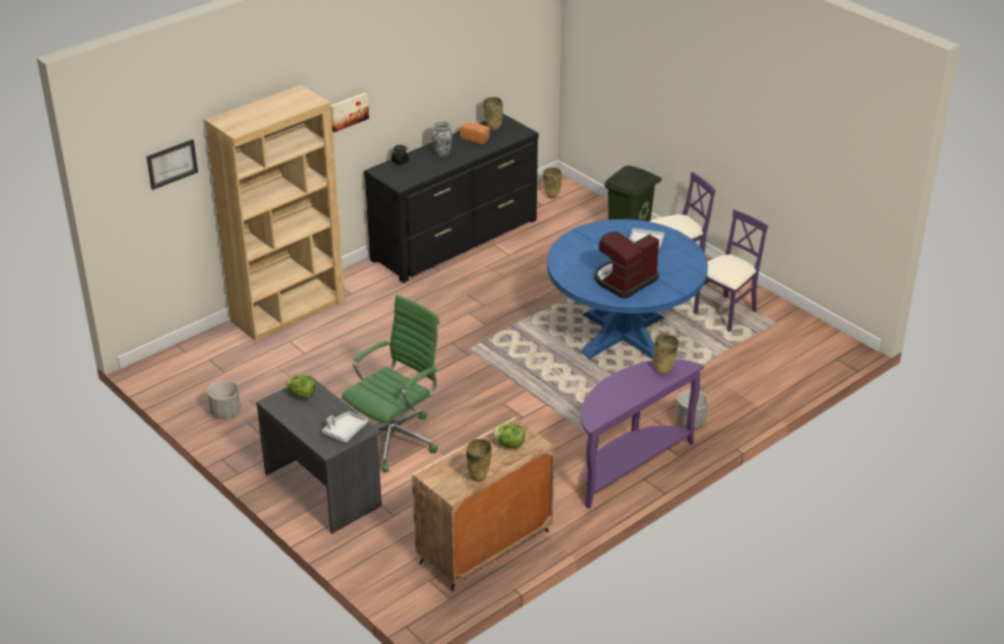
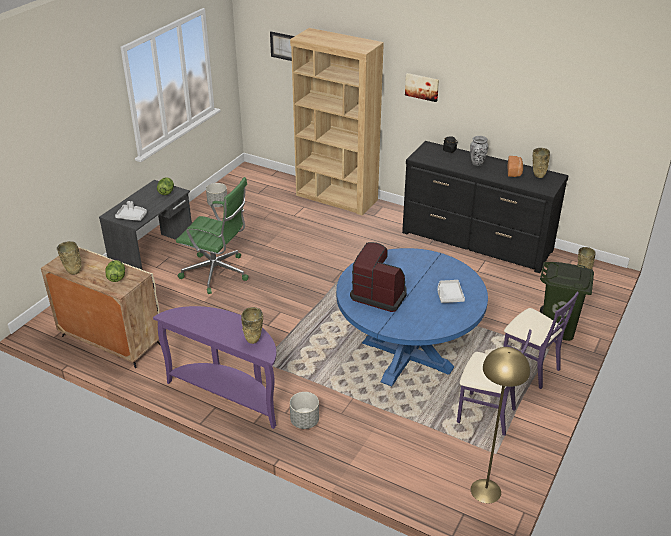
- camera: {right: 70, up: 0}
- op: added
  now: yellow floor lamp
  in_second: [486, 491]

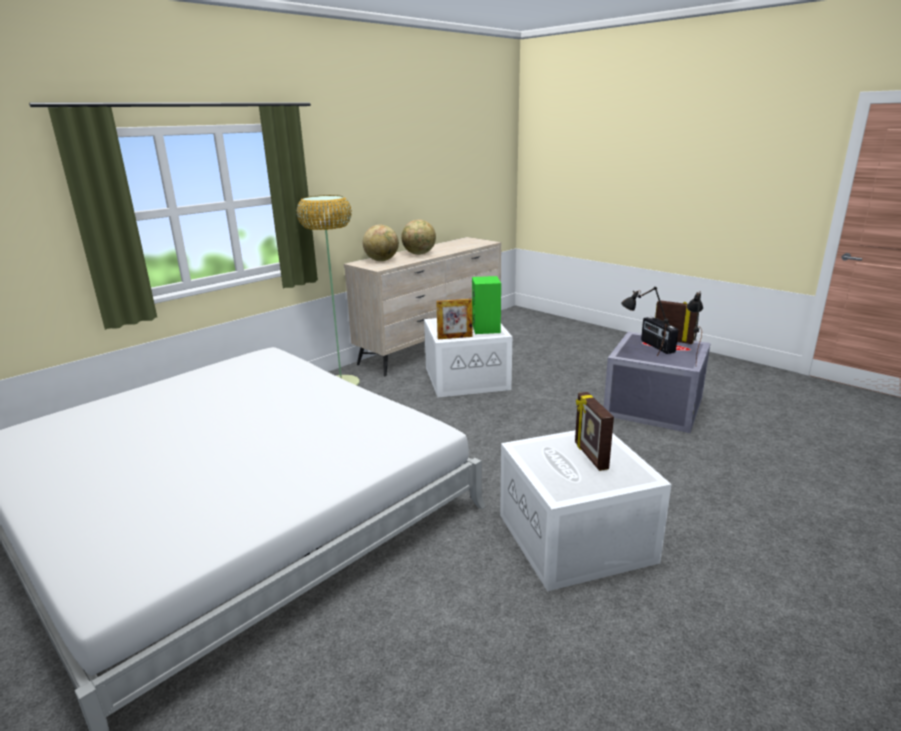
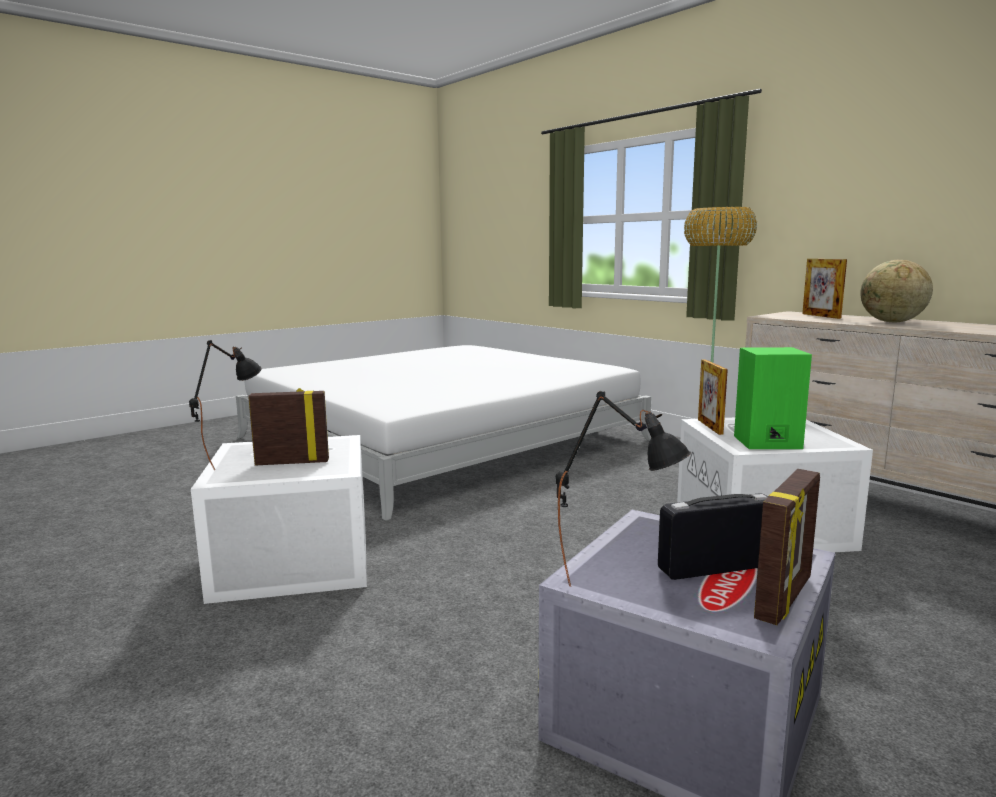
- camera: {right: 95, up: -10}
- op: moved
  was: black table lamp
  in_first: [639, 355]
  in_second: [232, 461]
- op: replaced
  was: globe
  now: picture frame
  in_first: [382, 260]
  in_second: [821, 316]

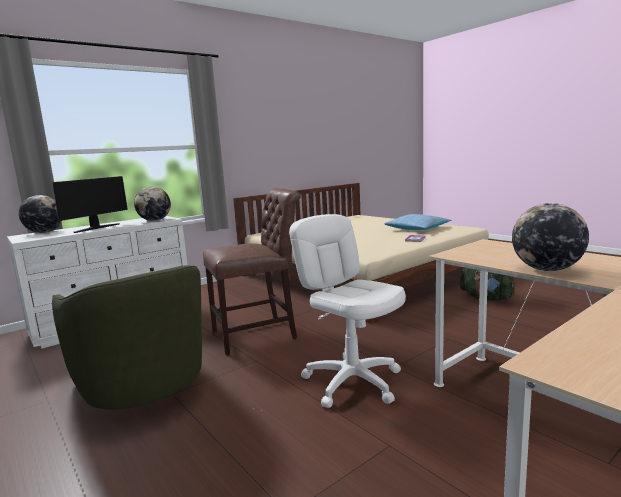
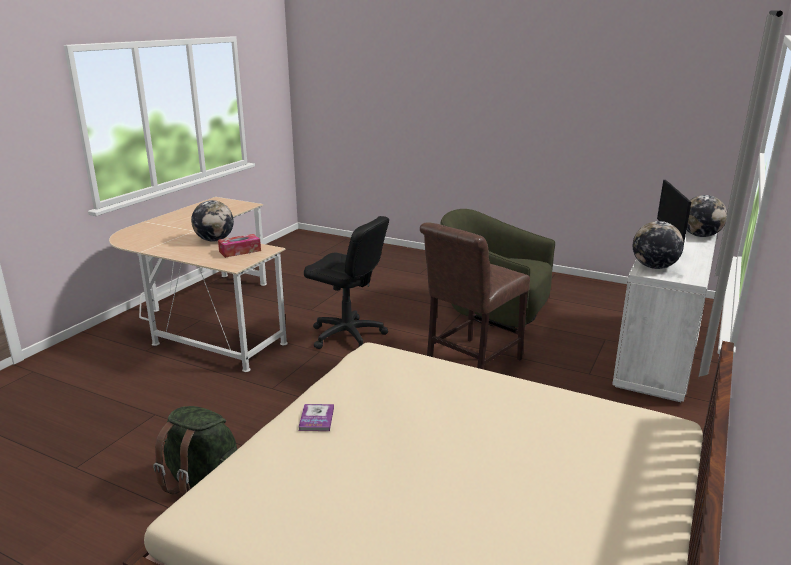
- camera: {right: 155, up: 10}
- op: removed
  was: pillow
  in_first: [417, 229]
- op: added
  now: tissue box
  in_second: [240, 251]
- op: recoloured
  was: white office chair
  now: black office chair
  in_first: [352, 381]
  in_second: [347, 336]

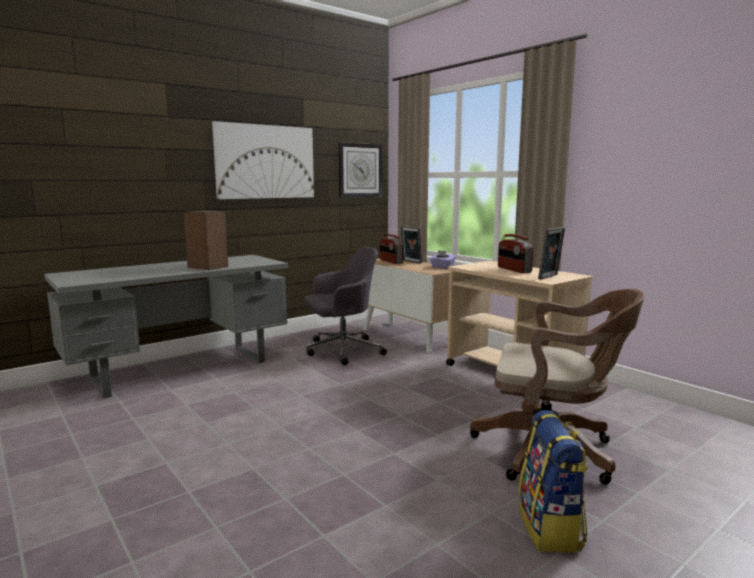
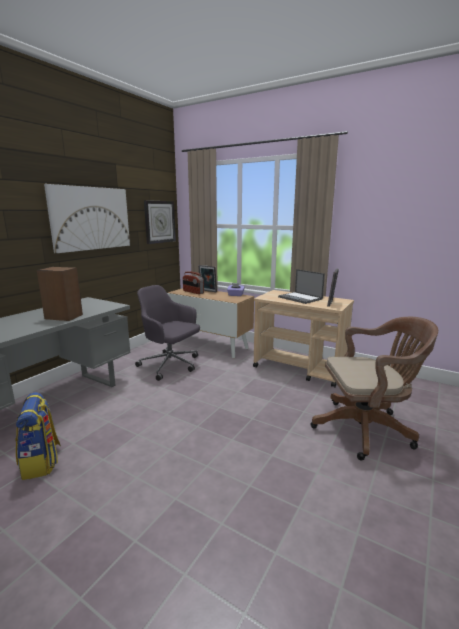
- camera: {right: -20, up: 5}
- op: moved
  was: backpack
  in_first: [551, 528]
  in_second: [41, 462]
- op: replaced
  was: radio
  now: laptop
  in_first: [513, 270]
  in_second: [300, 298]
- op: turned
  was: grey office chair
  in_first: [342, 350]
  in_second: [170, 365]
  clockwise: -105

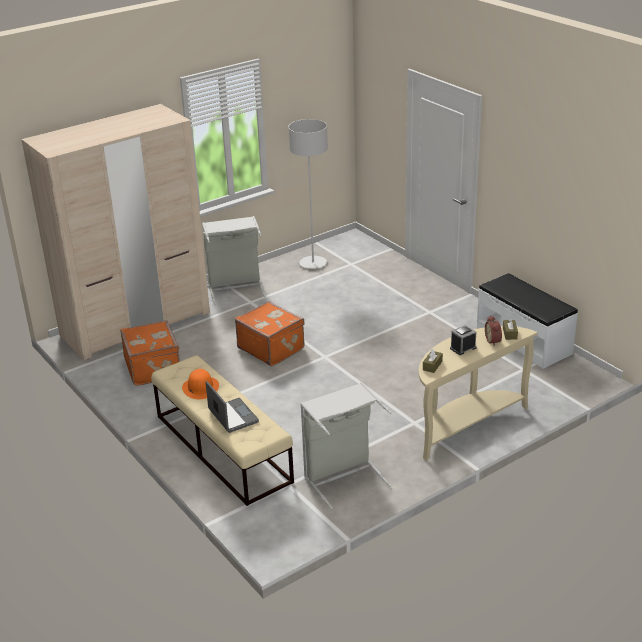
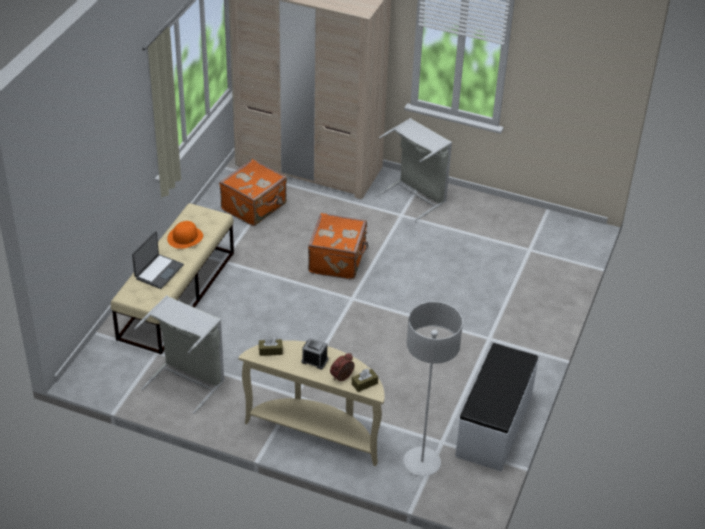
- camera: {right: 55, up: 10}
- op: moved
  was: grey floor lamp
  in_first: [313, 263]
  in_second: [422, 463]

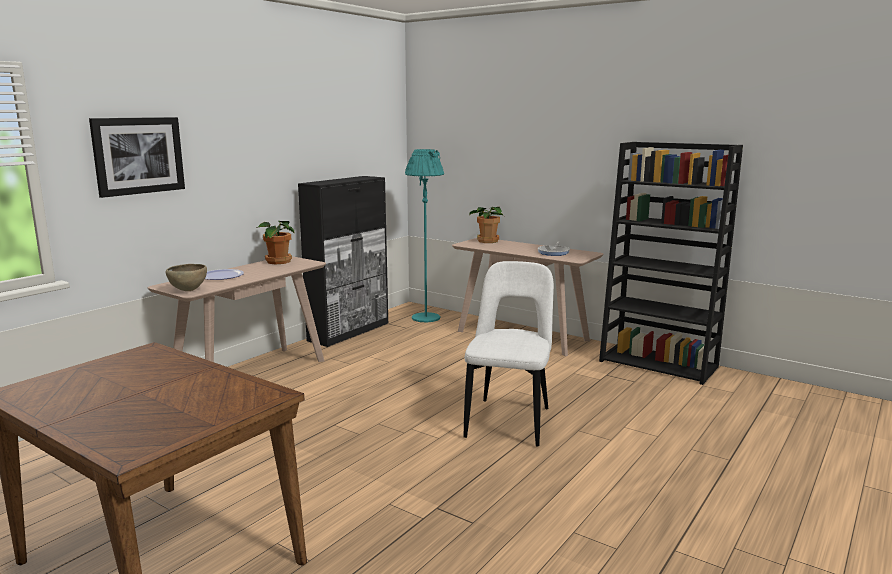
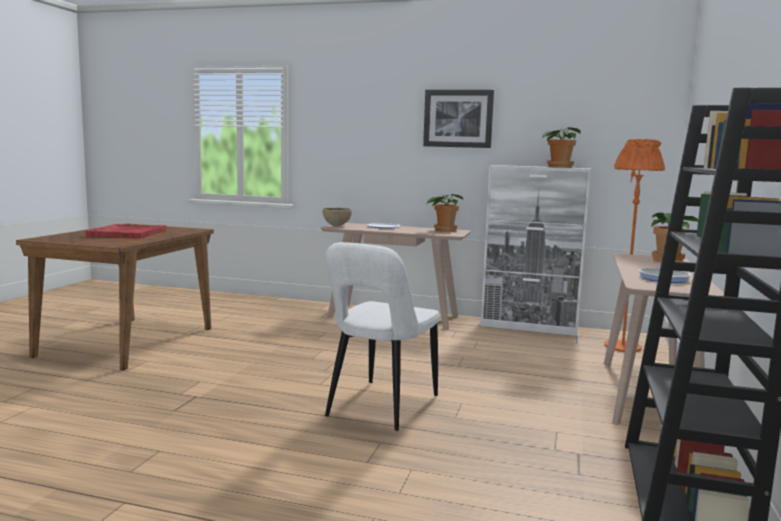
- camera: {right: 70, up: -5}
- op: added
  now: red tray
  in_second: [127, 233]
- op: added
  now: potted plant
  in_second: [558, 167]
- op: moved
  was: picture
  in_first: [138, 155]
  in_second: [458, 118]
- op: recoloured
  was: black cabinet
  now: white cabinet
  in_first: [349, 331]
  in_second: [529, 327]
- op: recoloured
  was: turquoise floor lamp
  now: orange floor lamp
  in_first: [425, 318]
  in_second: [622, 346]
- op: turned
  was: white chair
  in_first: [509, 420]
  in_second: [380, 407]
  clockwise: 120

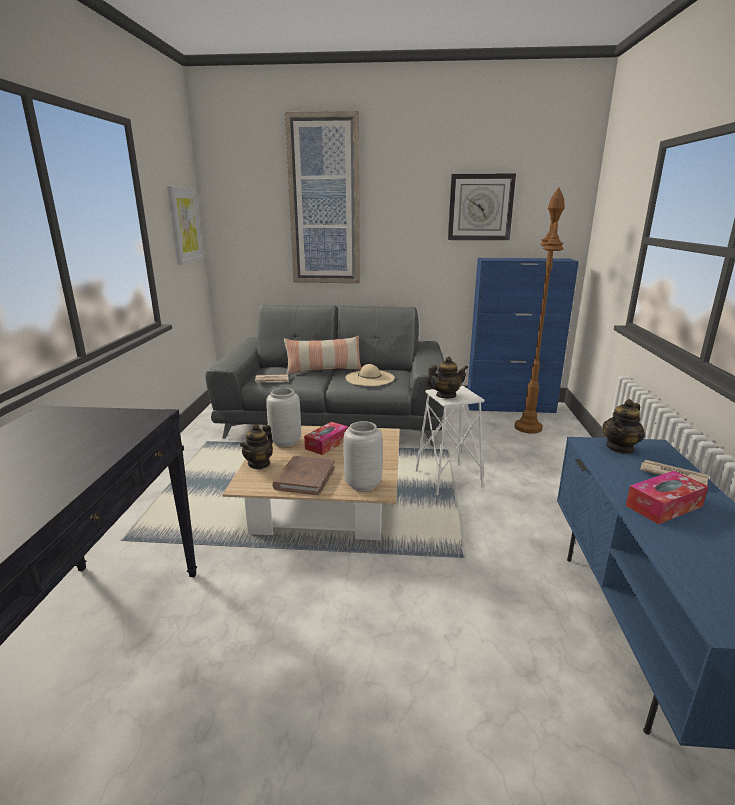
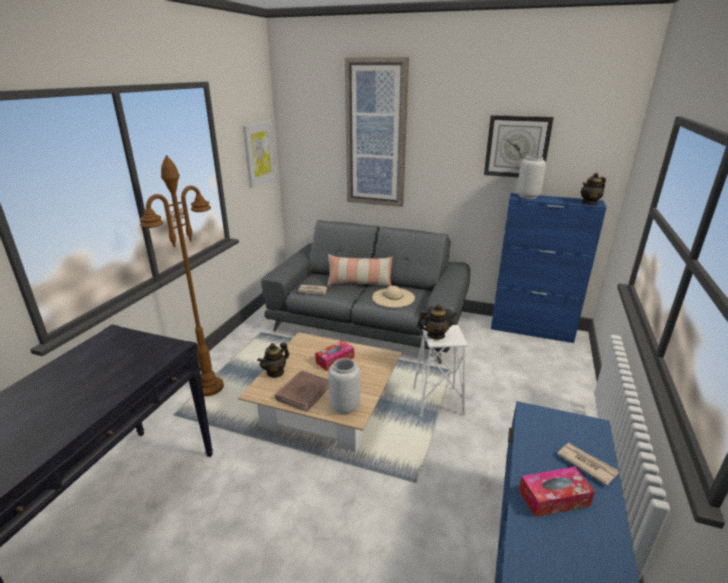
- camera: {right: 15, up: 5}
- op: moved
  was: grey vase
  in_first: [286, 442]
  in_second: [528, 197]
- op: moved
  was: brown floor lamp
  in_first: [528, 428]
  in_second: [209, 388]
- op: moved
  was: teapot
  in_first: [620, 448]
  in_second: [590, 203]

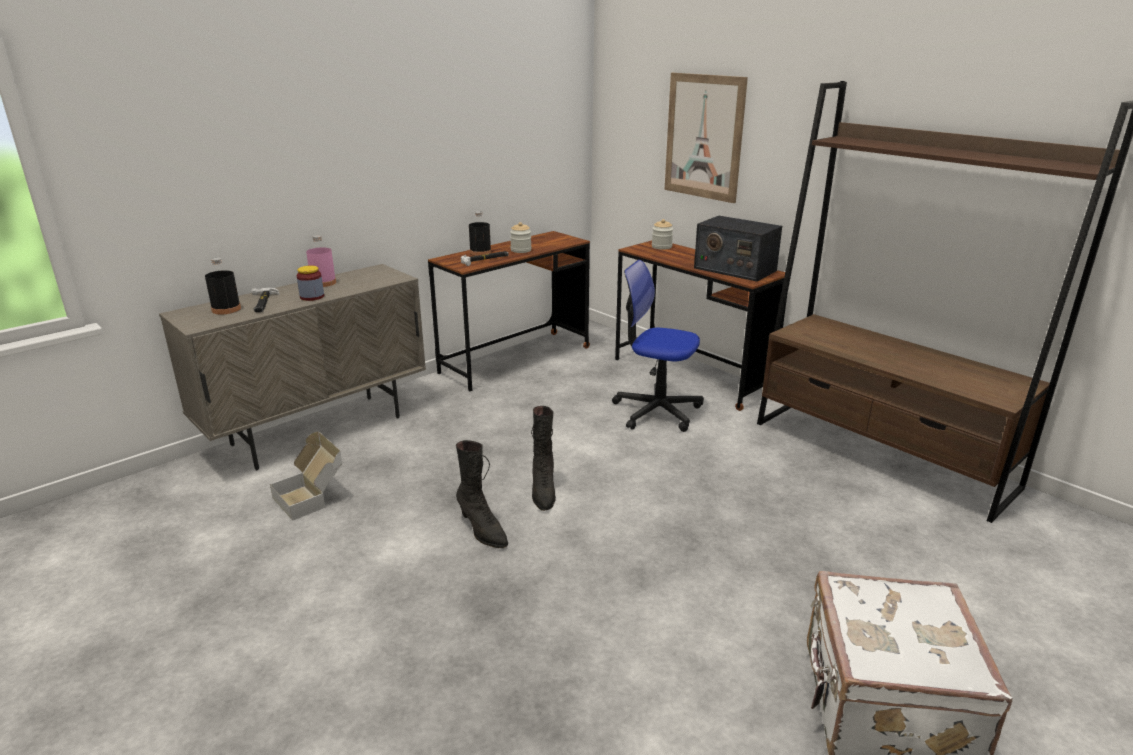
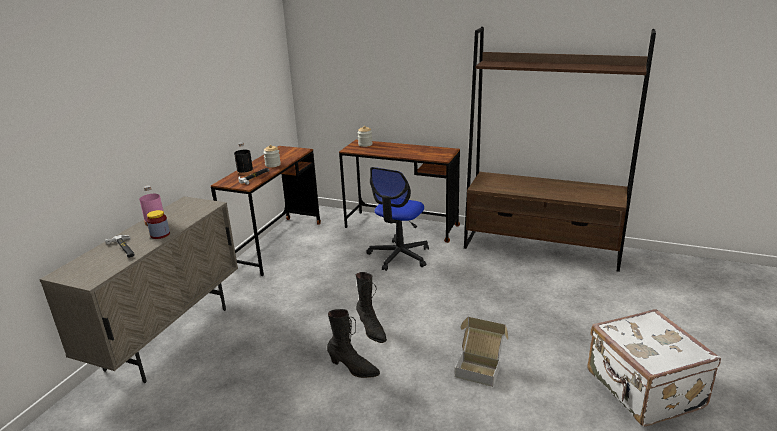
- camera: {right: -25, up: 0}
- op: removed
  was: black bottle
  in_first: [226, 309]
- op: removed
  was: picture
  in_first: [704, 137]
- op: removed
  was: radio
  in_first: [734, 269]
- op: moved
  was: cardboard box
  in_first: [312, 497]
  in_second: [480, 367]
- op: turned
  was: office chair
  in_first: [656, 411]
  in_second: [399, 256]
  clockwise: -60

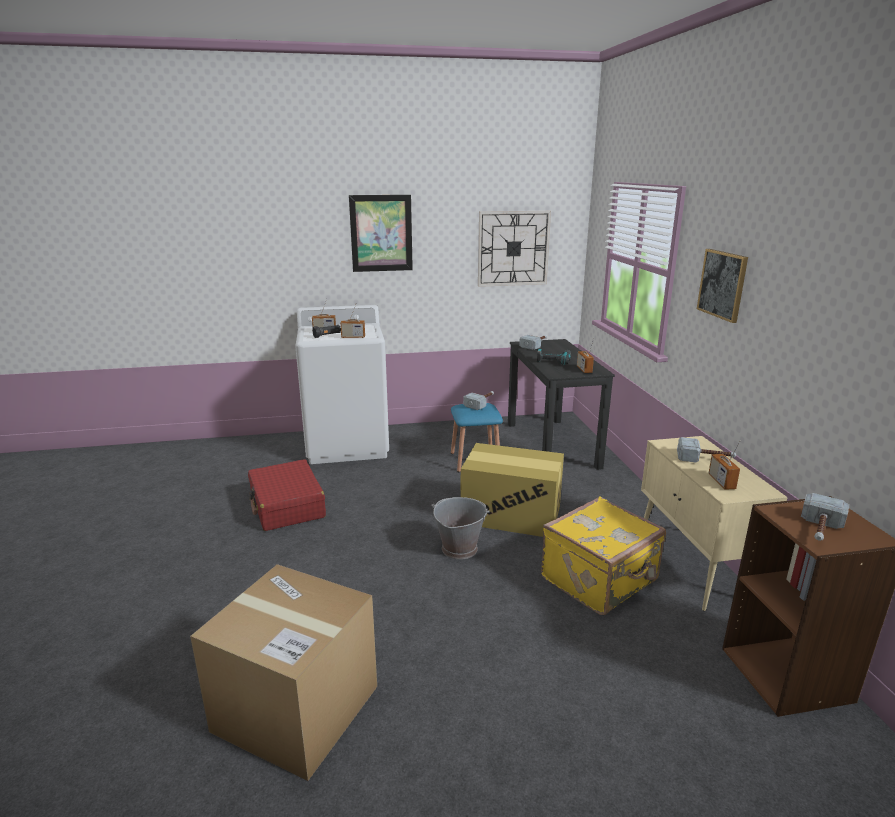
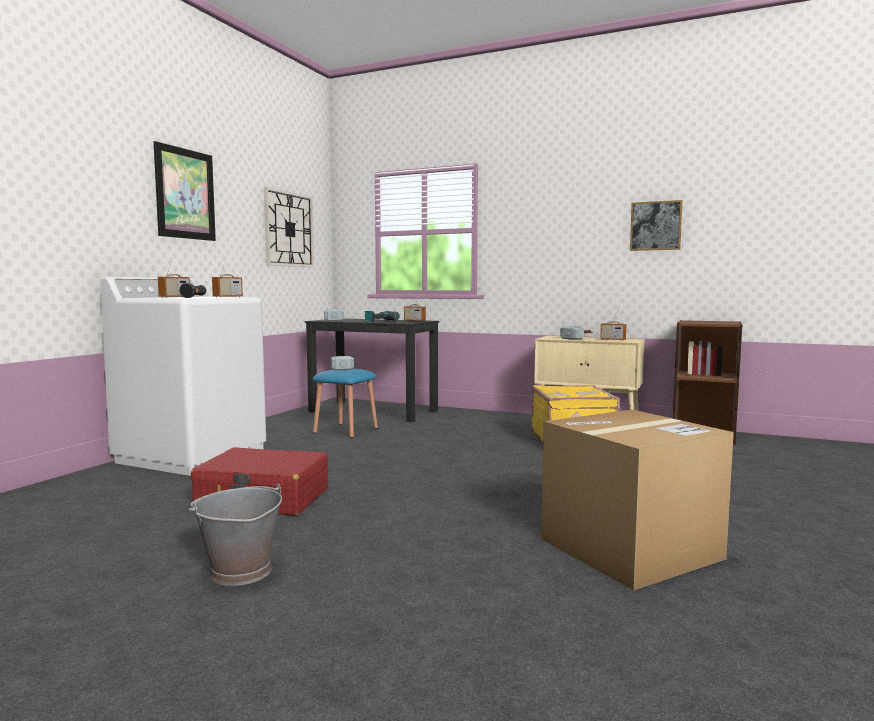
- camera: {right: -55, up: -15}
- op: removed
  was: cardboard box
  in_first: [510, 514]
- op: removed
  was: hammer
  in_first: [820, 530]
- op: moved
  was: grey bucket
  in_first: [459, 548]
  in_second: [240, 572]
- op: moved
  was: picture
  in_first: [722, 284]
  in_second: [655, 226]

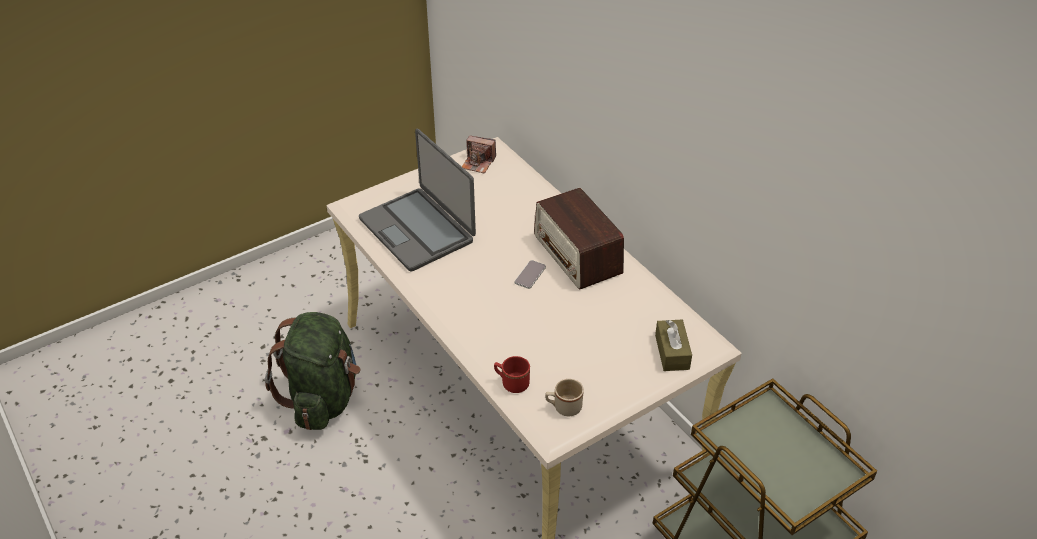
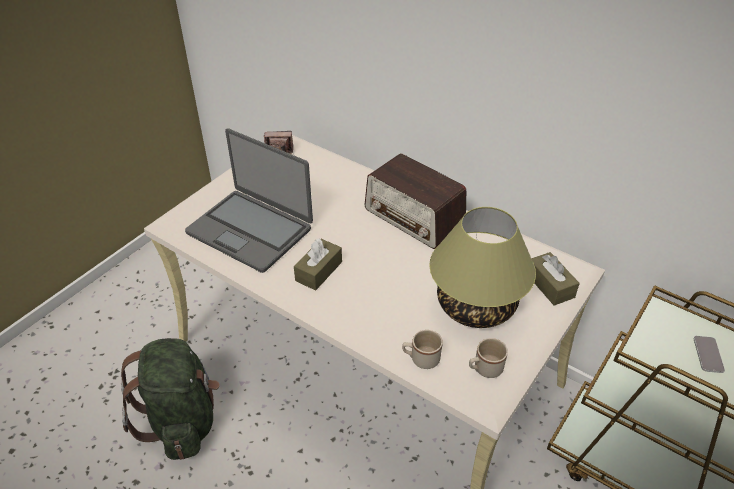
- camera: {right: -20, up: 0}
- op: added
  now: brown tissue box
  in_second: [319, 271]
- op: added
  now: table lamp
  in_second: [476, 305]
- op: moved
  was: phone
  in_first: [530, 275]
  in_second: [708, 354]
- op: recoloured
  was: red mug
  now: beige mug
  in_first: [511, 383]
  in_second: [421, 359]

